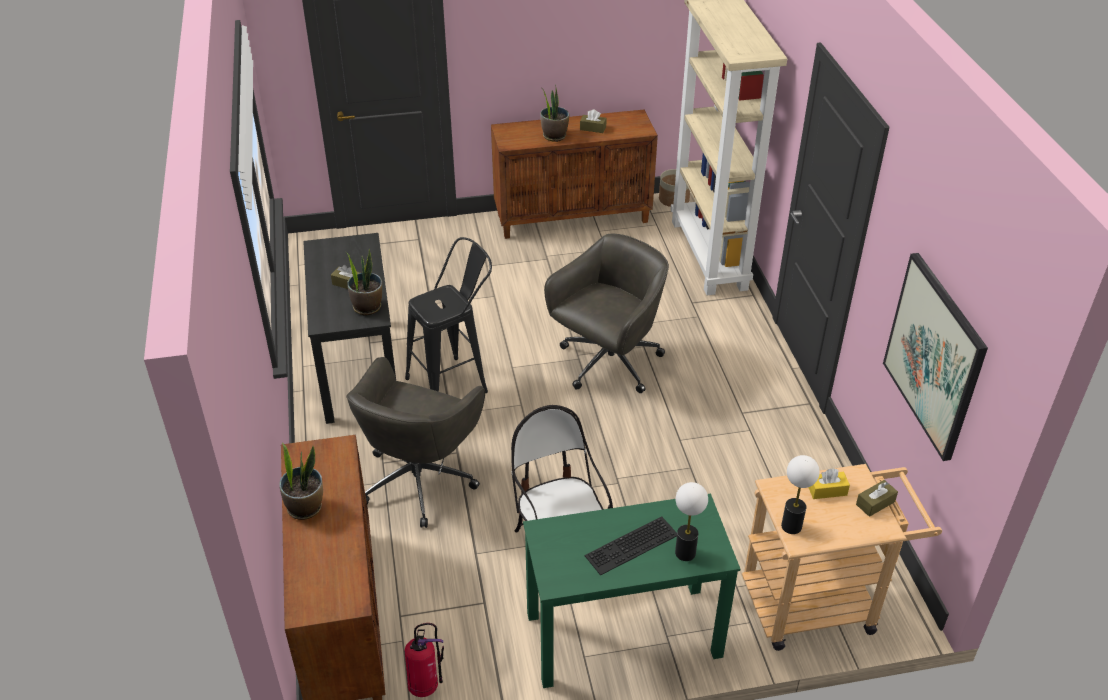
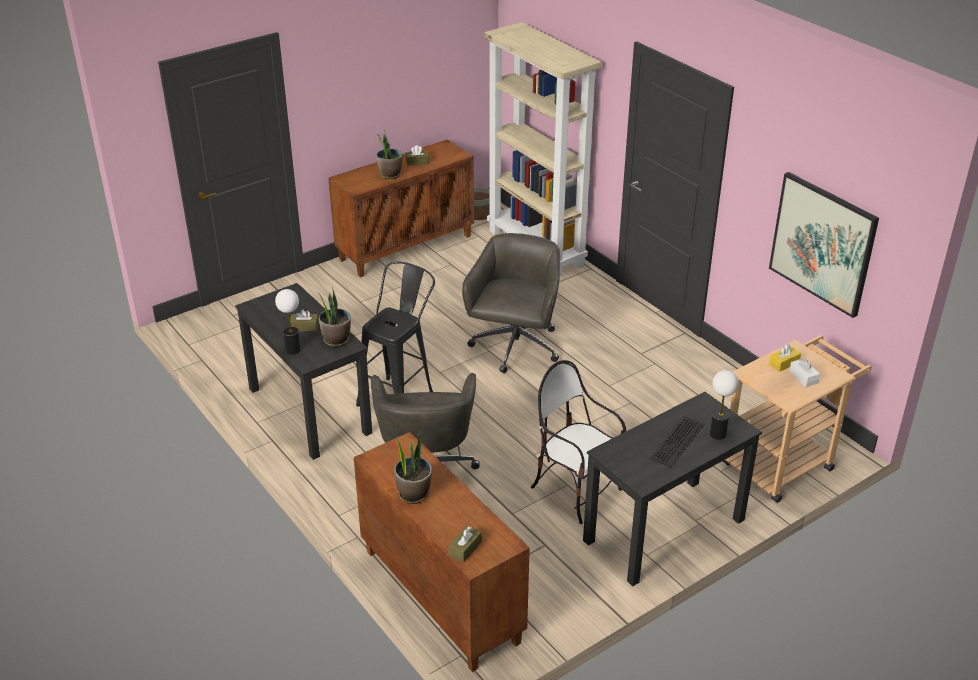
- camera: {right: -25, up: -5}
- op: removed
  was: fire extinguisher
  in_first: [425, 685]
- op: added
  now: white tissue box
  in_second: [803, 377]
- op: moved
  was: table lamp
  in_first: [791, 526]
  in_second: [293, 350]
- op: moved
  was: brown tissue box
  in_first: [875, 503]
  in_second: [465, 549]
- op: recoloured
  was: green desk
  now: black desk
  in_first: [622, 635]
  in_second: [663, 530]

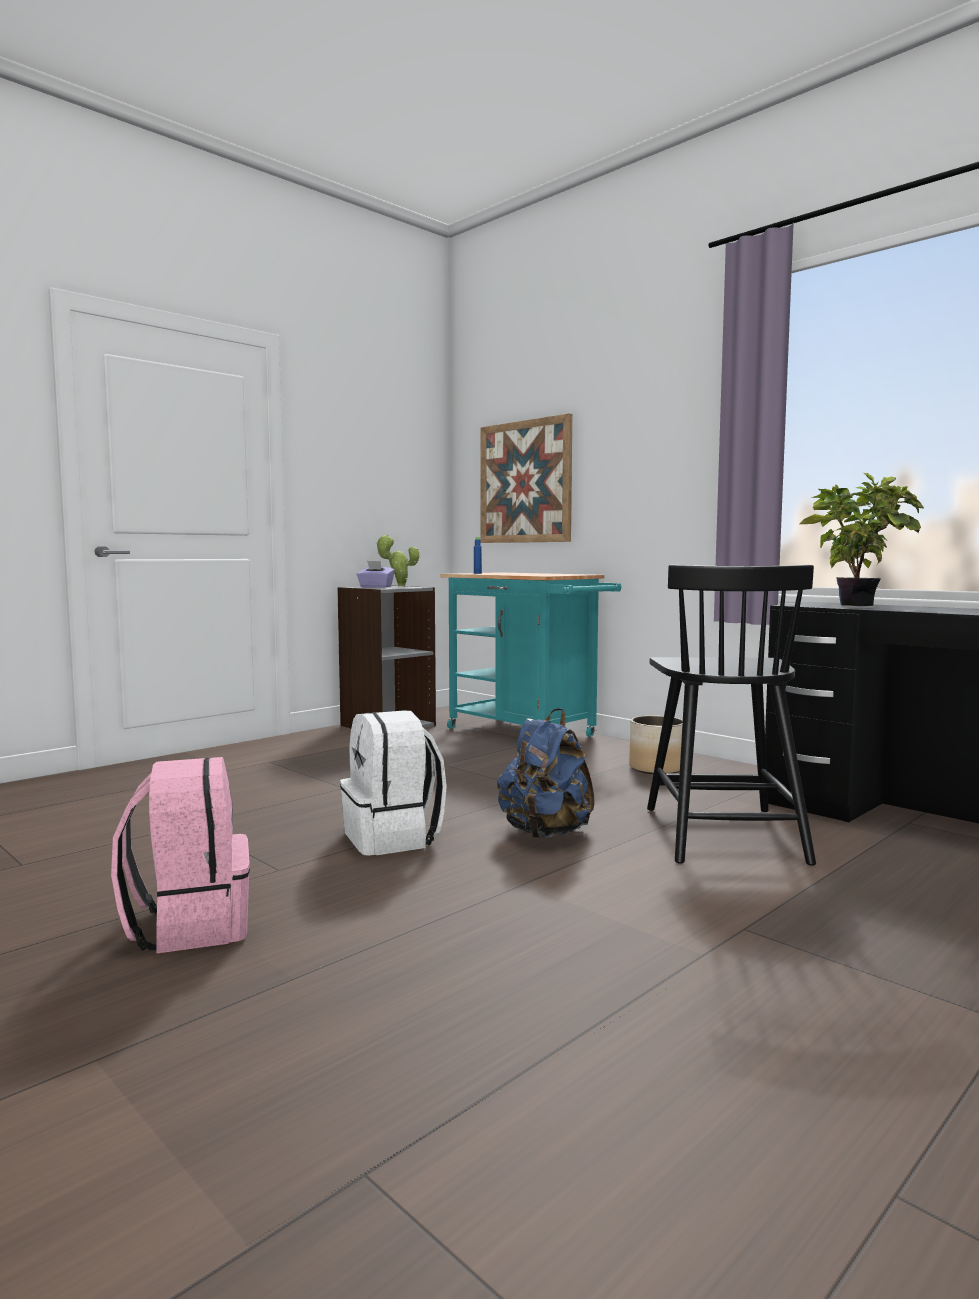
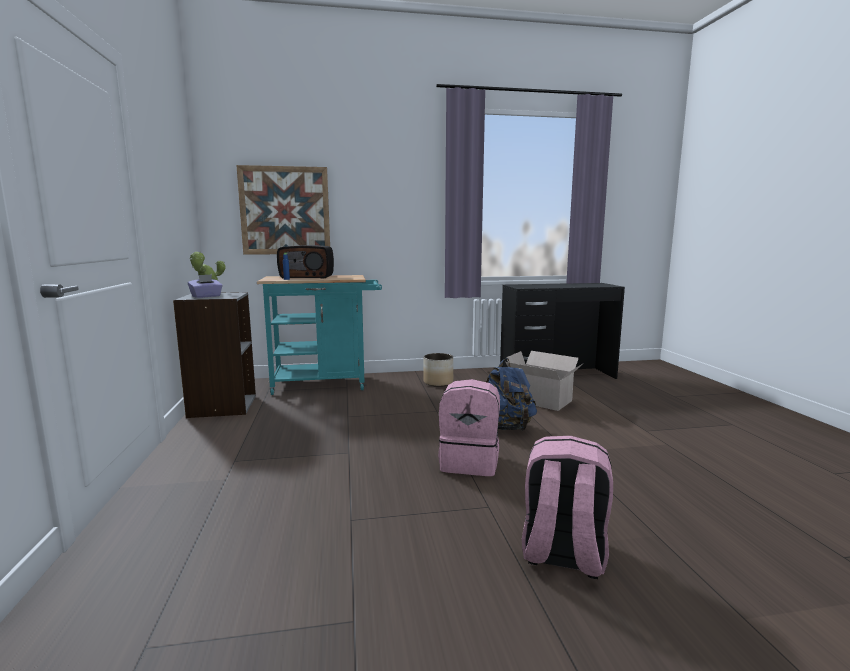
- camera: {right: -55, up: 5}
- op: removed
  was: potted plant
  in_first: [859, 606]
- op: added
  now: radio
  in_second: [307, 277]
- op: replaced
  was: black chair
  now: cardboard box
  in_first: [723, 833]
  in_second: [542, 401]
- op: recoloured
  was: white backpack
  now: pink backpack
  in_first: [393, 838]
  in_second: [470, 462]

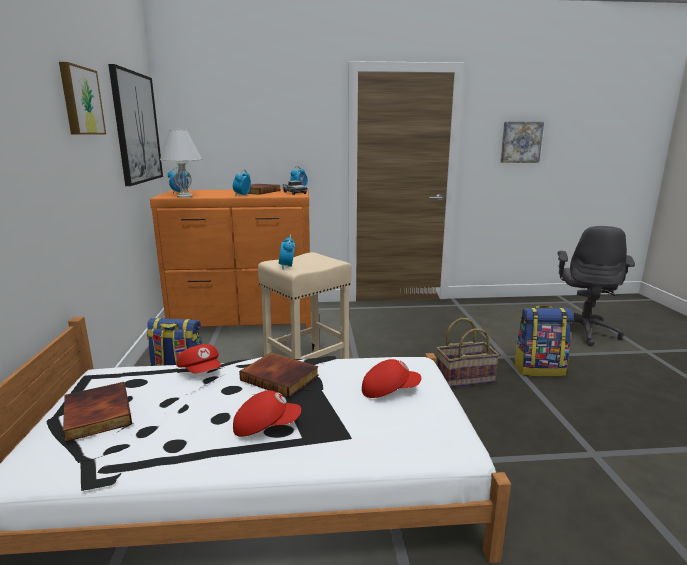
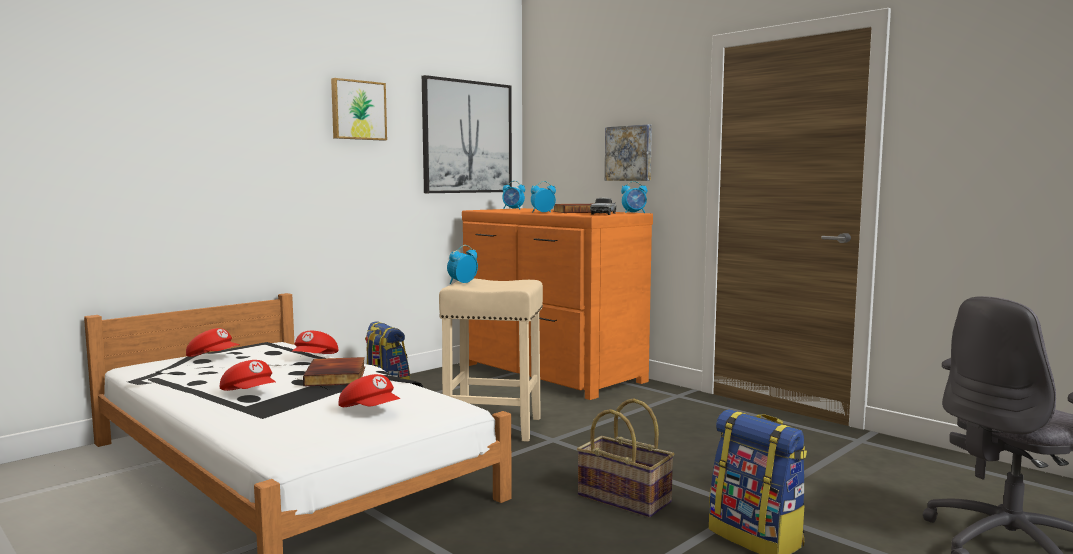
- camera: {right: 50, up: -10}
- op: removed
  was: white table lamp
  in_first: [185, 196]
- op: moved
  was: picture
  in_first: [520, 142]
  in_second: [629, 153]
- op: replaced
  was: book
  now: red cap
  in_first: [96, 414]
  in_second: [214, 357]

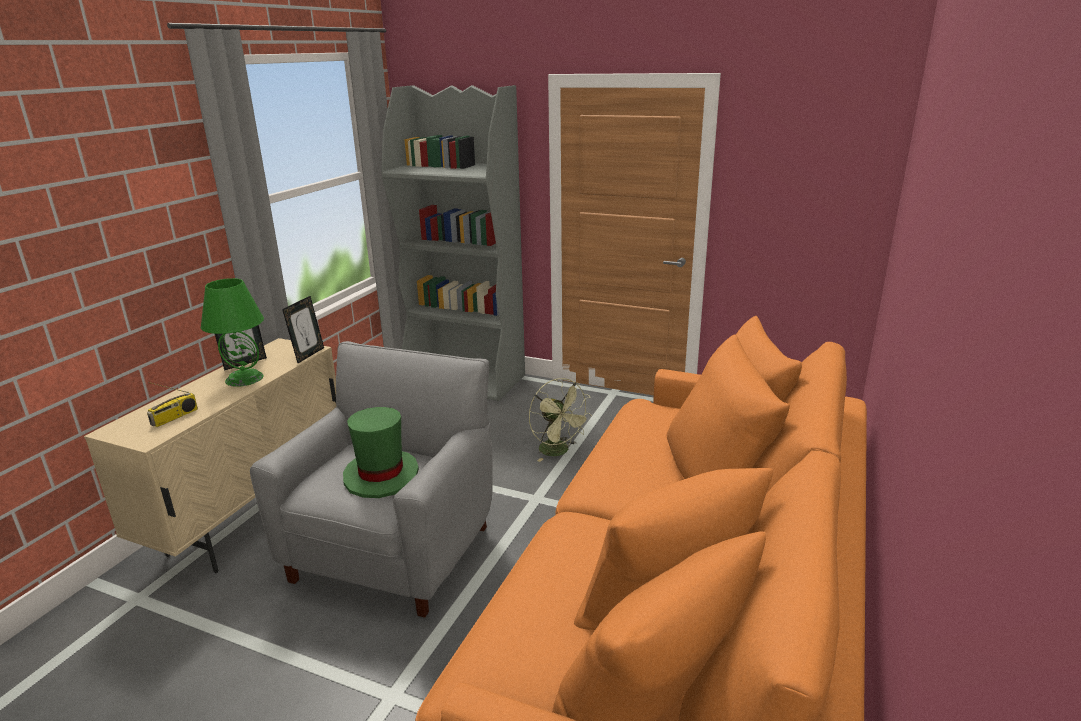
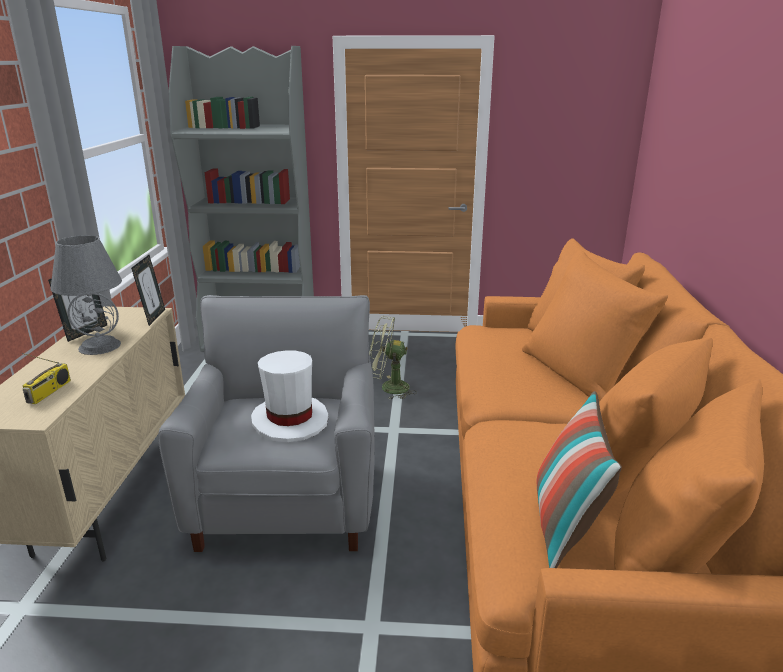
- camera: {right: -20, up: 0}
- op: added
  now: pillow
  in_second: [566, 527]
- op: recoloured
  was: green table lamp
  now: grey table lamp
  in_first: [244, 378]
  in_second: [99, 346]
- op: recoloured
  was: green hat
  now: white hat
  in_first: [381, 475]
  in_second: [290, 420]
- op: turned
  was: green fan
  in_first: [559, 451]
  in_second: [388, 388]
  clockwise: 150

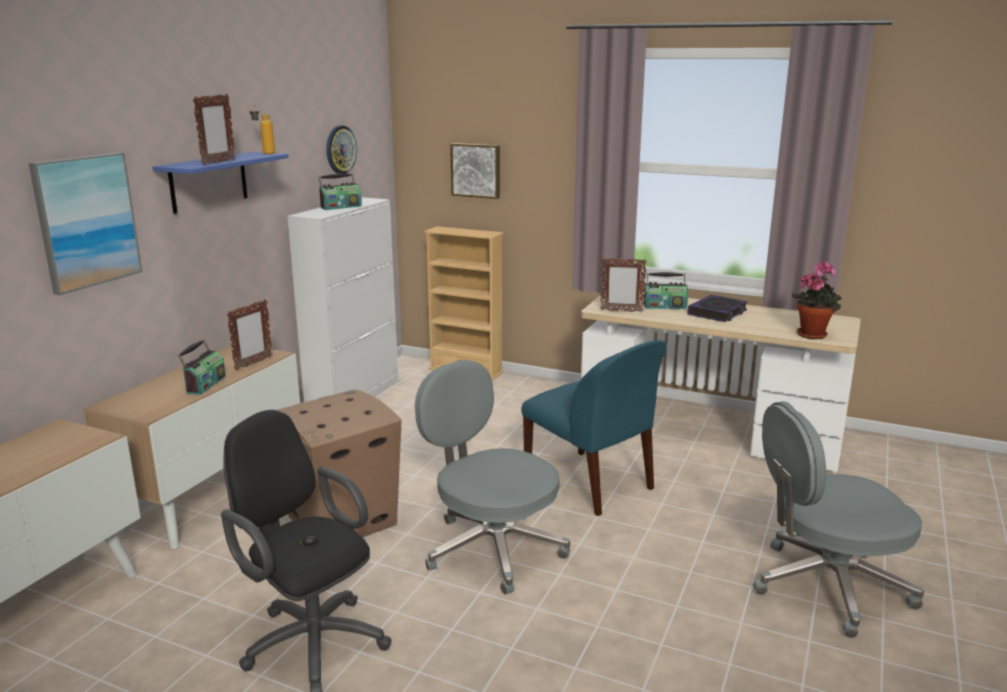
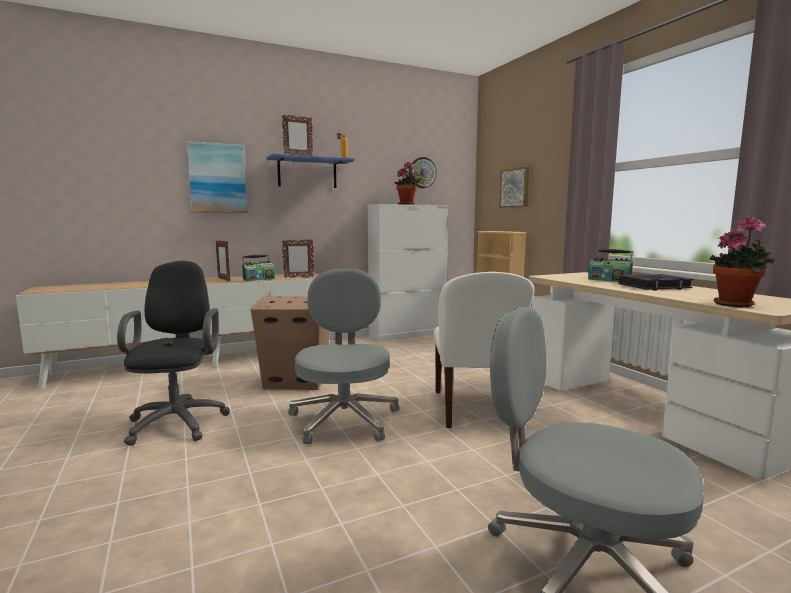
- camera: {right: 40, up: -10}
- op: moved
  was: picture frame
  in_first: [621, 311]
  in_second: [224, 279]
- op: replaced
  was: radio
  now: potted plant
  in_first: [341, 207]
  in_second: [407, 204]
- op: recoloured
  was: blue chair
  now: white chair
  in_first: [590, 484]
  in_second: [476, 409]

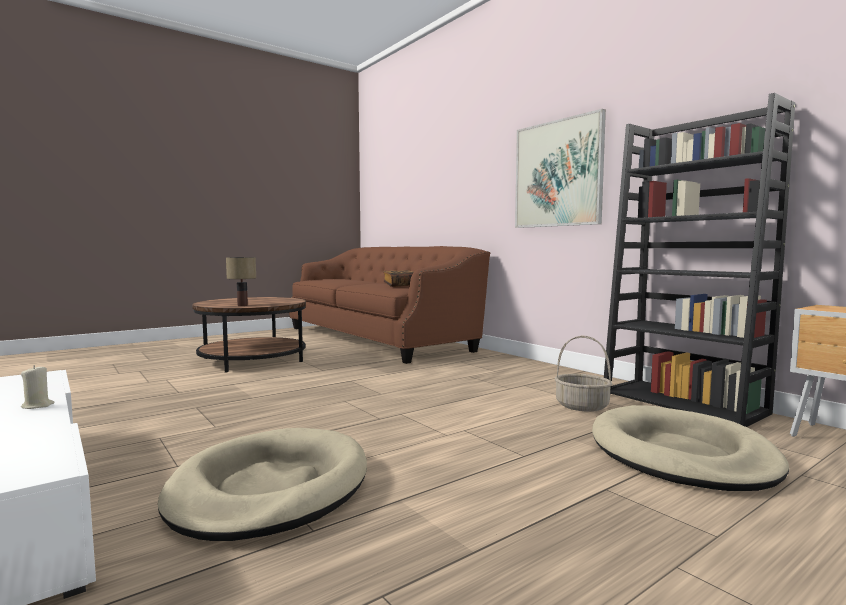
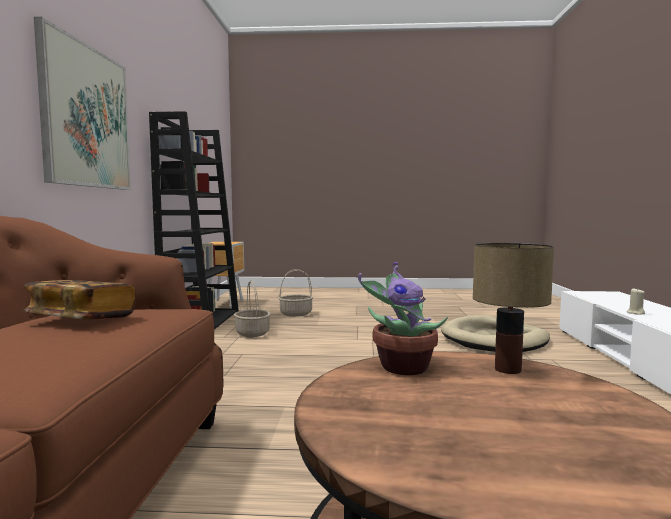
- camera: {right: -140, up: 0}
- op: added
  now: potted plant
  in_second: [401, 367]
- op: replaced
  was: beige dog bed
  now: basket
  in_first: [681, 454]
  in_second: [296, 314]

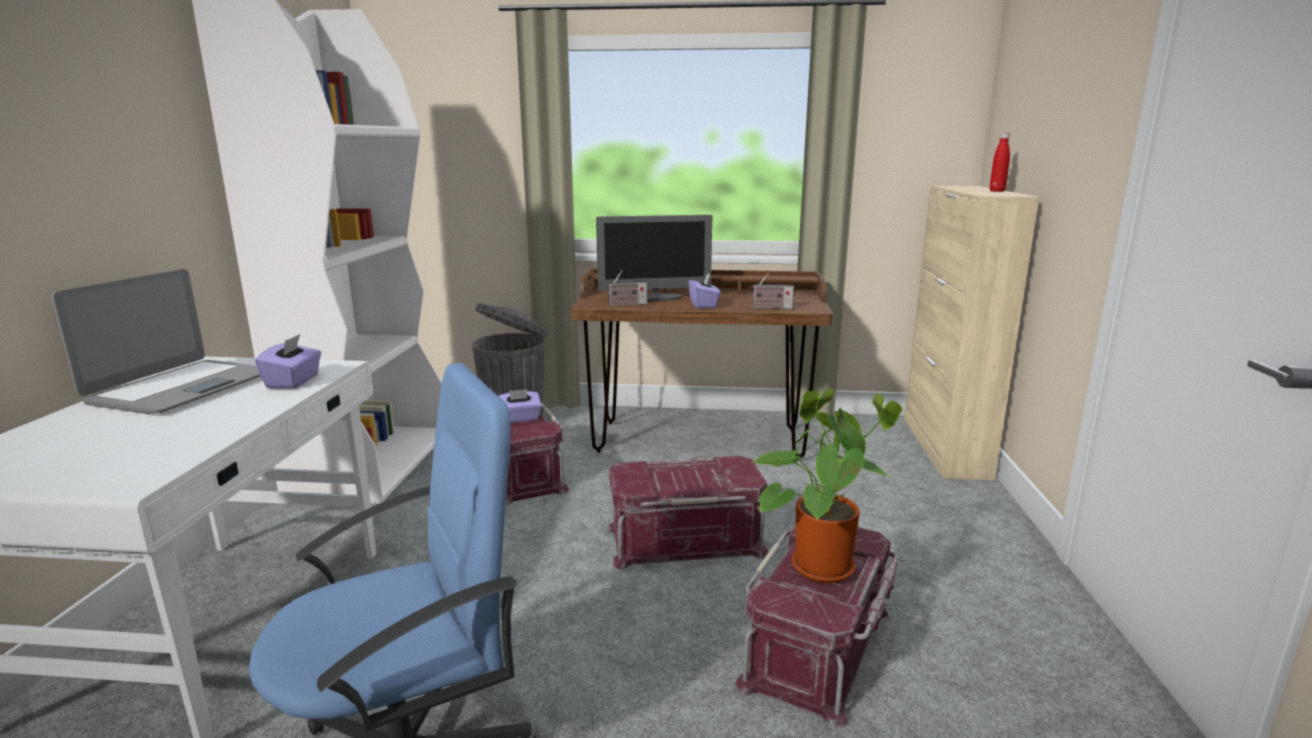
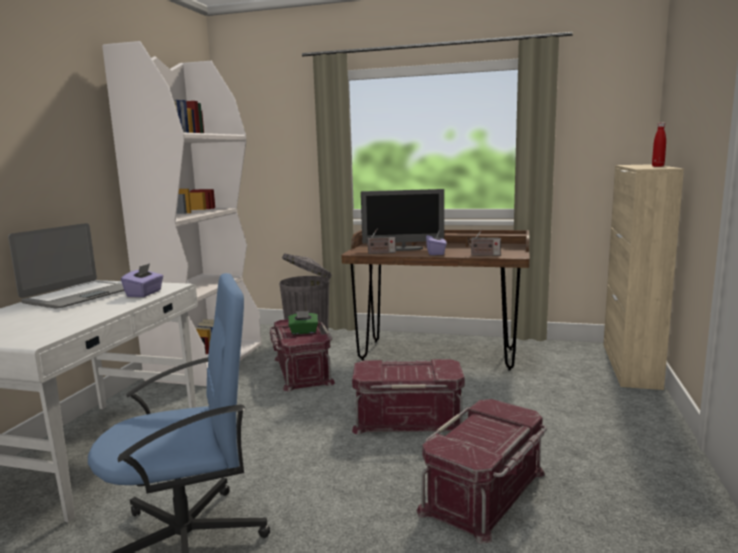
- camera: {right: 10, up: -5}
- op: removed
  was: potted plant
  in_first: [820, 563]
- op: recoloured
  was: purple tissue box
  now: green tissue box
  in_first: [520, 419]
  in_second: [303, 332]

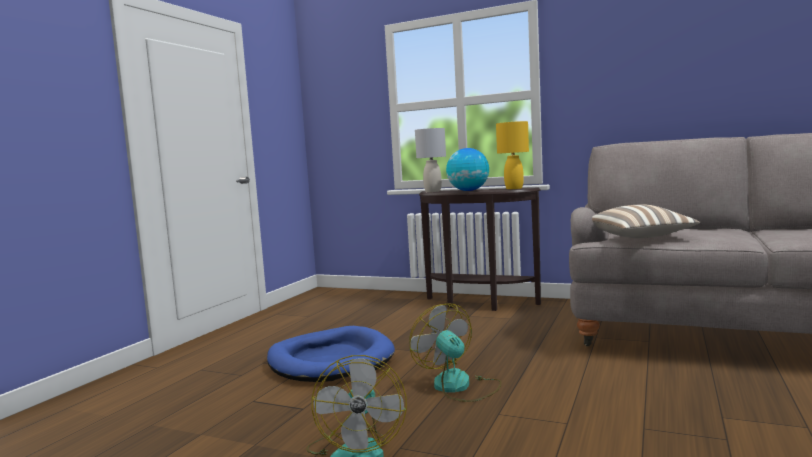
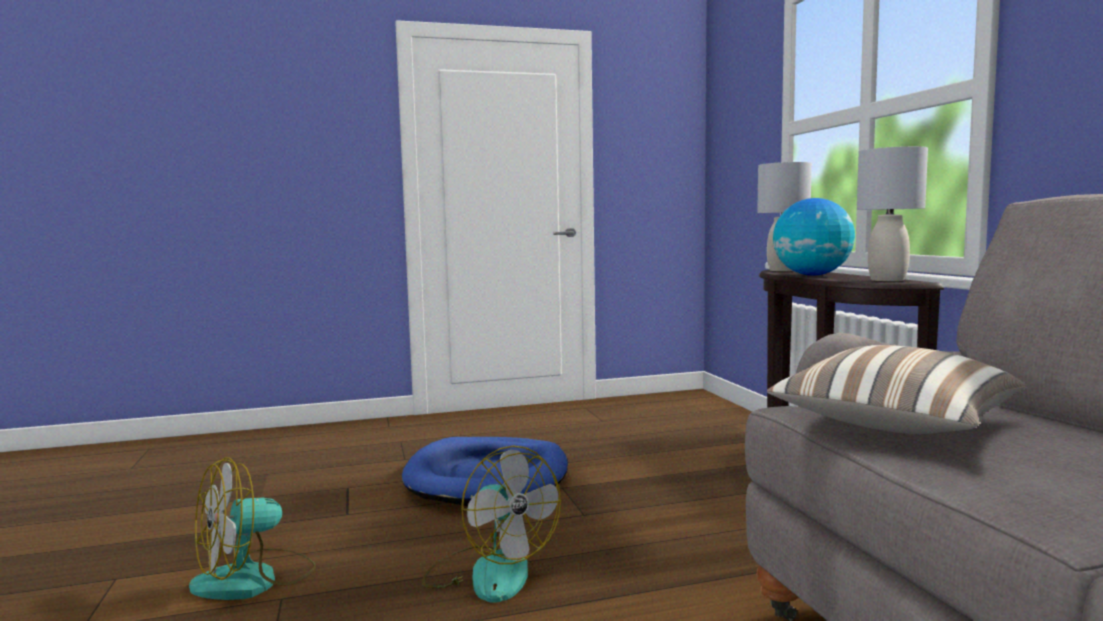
- camera: {right: 50, up: 0}
- op: recoloured
  was: yellow table lamp
  now: grey table lamp
  in_first: [514, 188]
  in_second: [888, 280]
- op: turned
  was: fan
  in_first: [459, 386]
  in_second: [489, 572]
  clockwise: 120

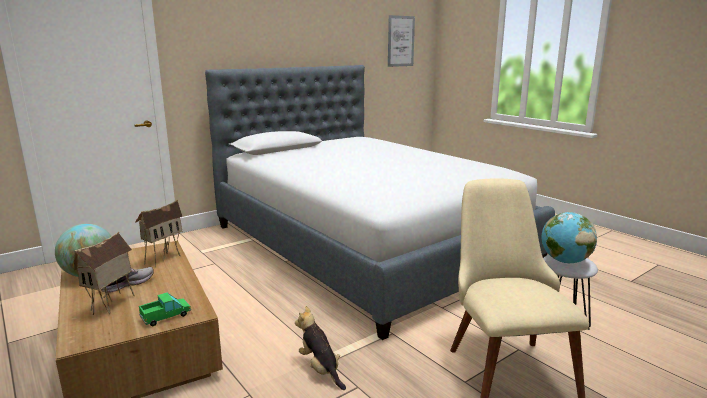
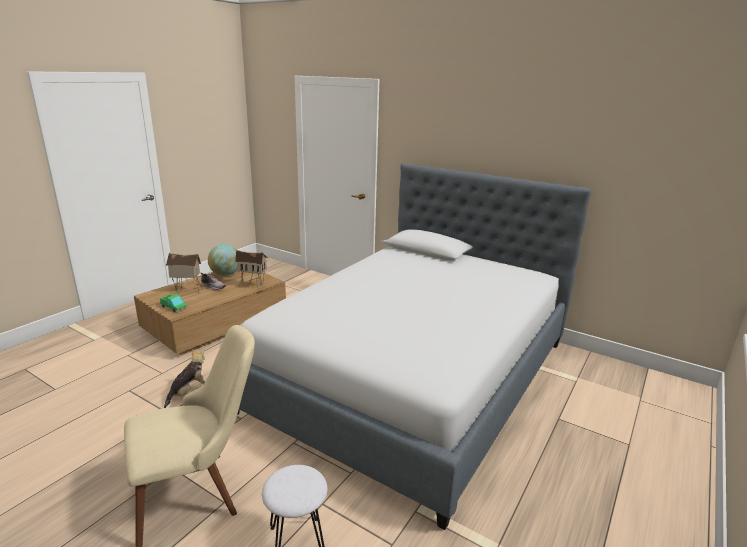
- camera: {right: 70, up: 5}
- op: removed
  was: picture
  in_first: [401, 41]
- op: removed
  was: globe
  in_first: [565, 261]

